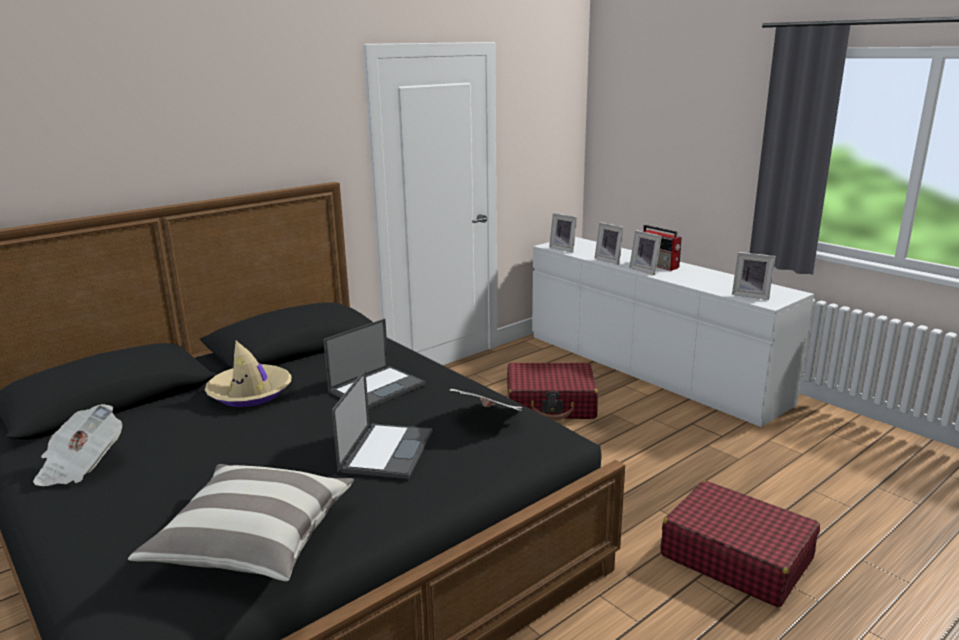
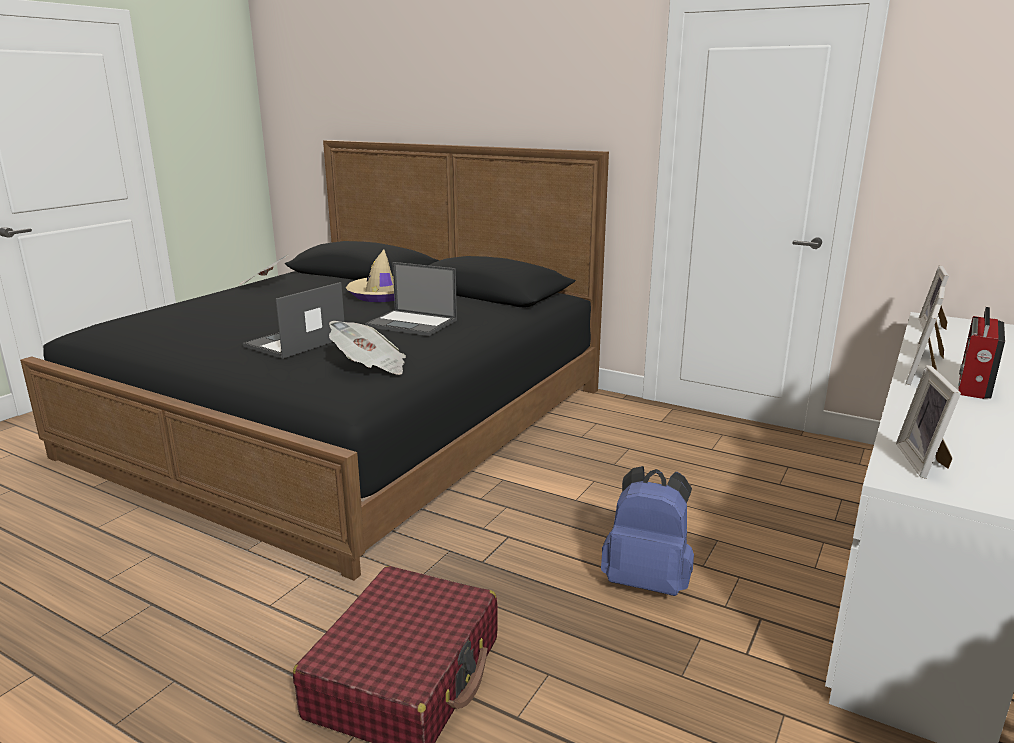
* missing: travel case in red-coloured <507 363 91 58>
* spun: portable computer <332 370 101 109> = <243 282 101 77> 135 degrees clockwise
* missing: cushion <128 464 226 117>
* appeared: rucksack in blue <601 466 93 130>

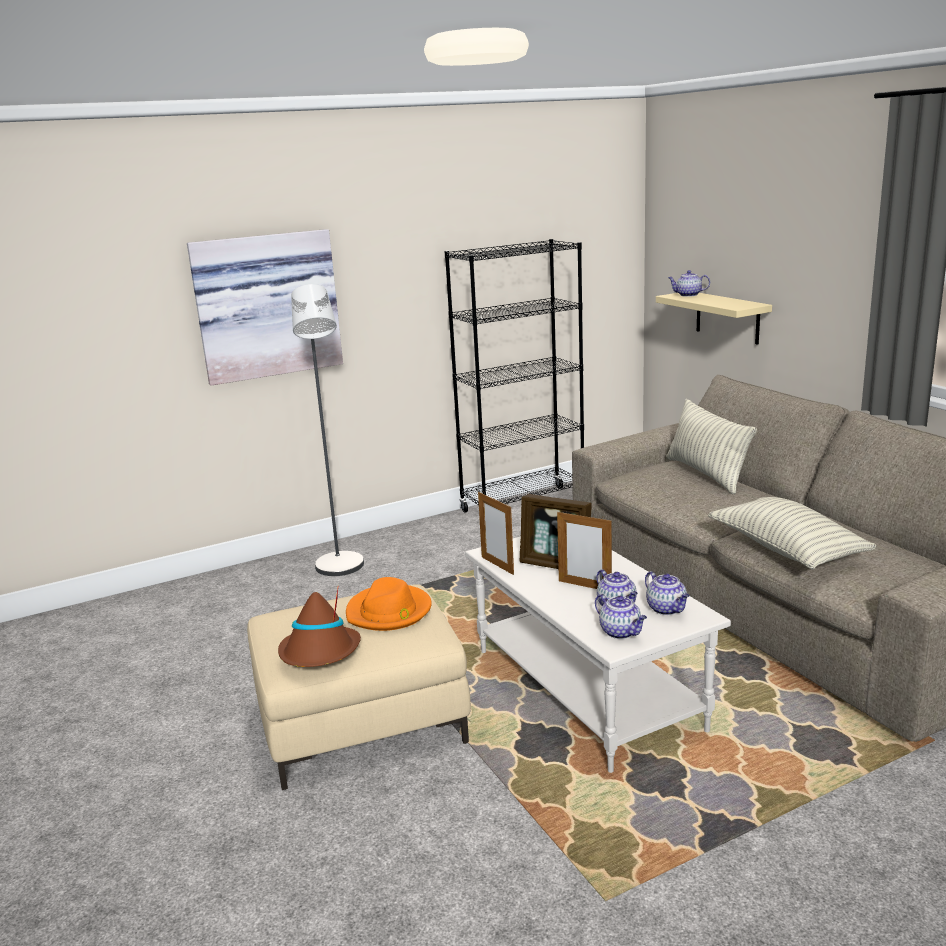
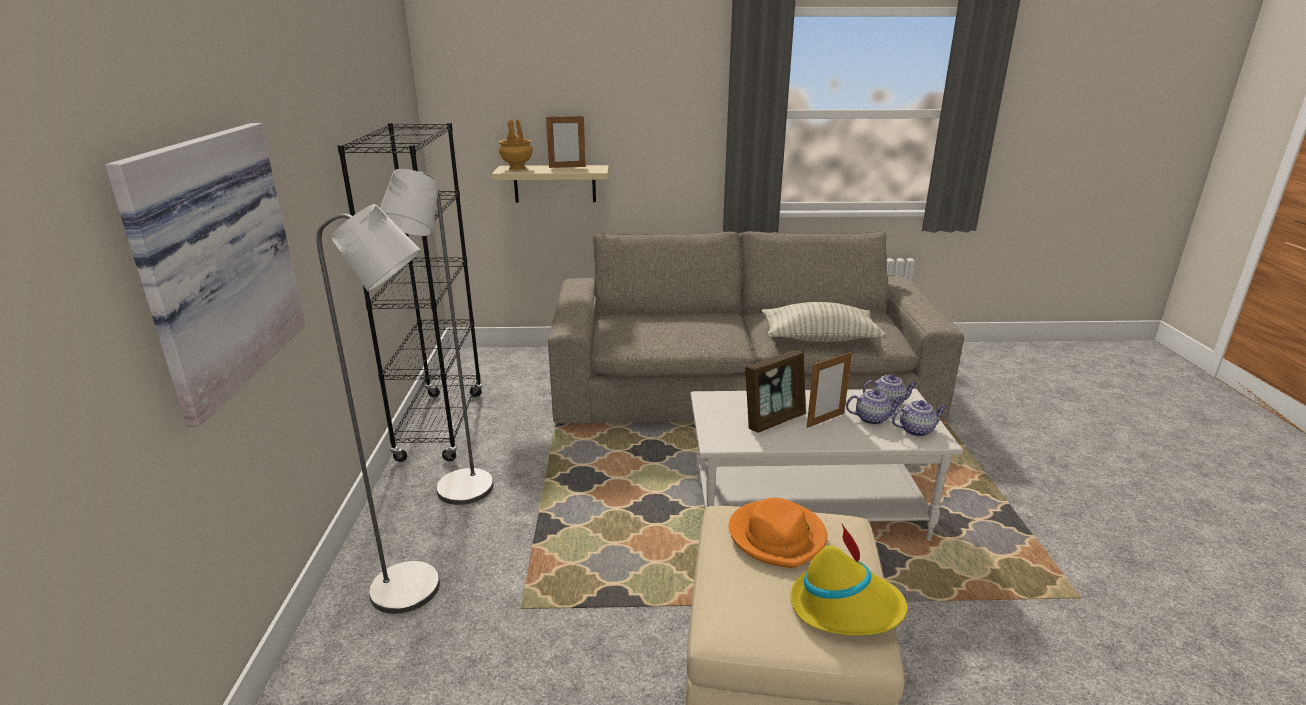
* exchanged: pot for tea <668 270 42 27> to decorative vase in brown <498 119 35 51>
* missing: cushion <667 399 90 95>
* relocated: photo frame <478 492 36 83> to <546 115 40 53>
* colour: hat in brown <278 588 83 79> to hat in yellow-coloured <790 524 118 112>
* appeared: standing lamp in gray <380 169 113 336>

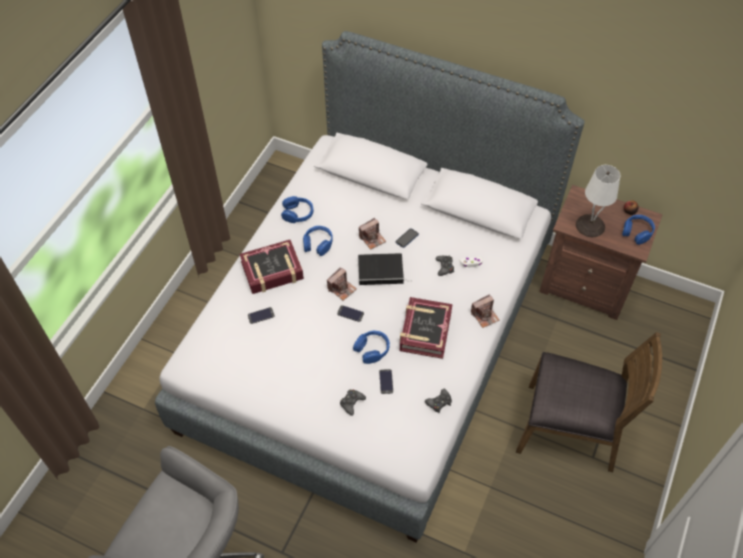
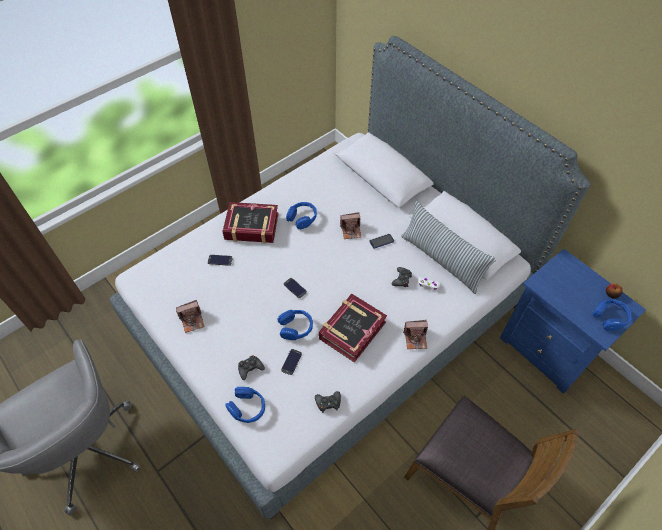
* missing: lamp for a table in whitish <576 165 45 72>
* colour: night table in brown <539 185 124 135> to night table in blue <500 249 146 145>
* relocated: pair of headphones in blue <281 196 33 27> to <225 387 40 36>
* missing: volume <358 253 54 32>
* relocated: photo camera <327 267 30 34> to <176 300 29 33>
* appeared: cushion <401 201 95 93>

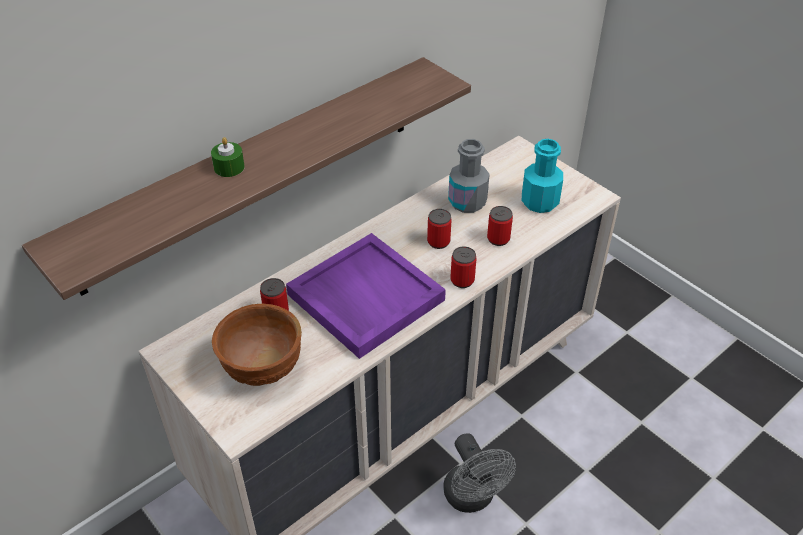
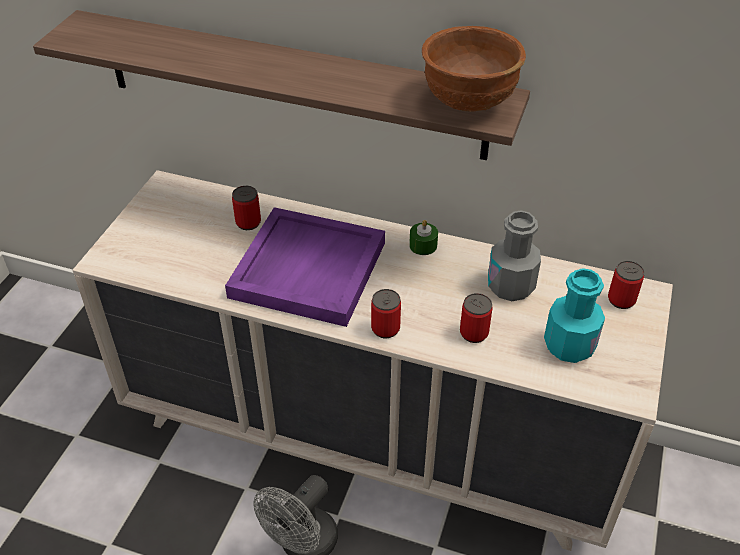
* relocated: wax candle in greenish <211 137 34 40> to <409 220 29 35>
* relocated: metal can <427 209 24 40> to <608 261 36 48>
* relocated: serving bowl in brown <212 303 90 83> to <422 26 104 86>

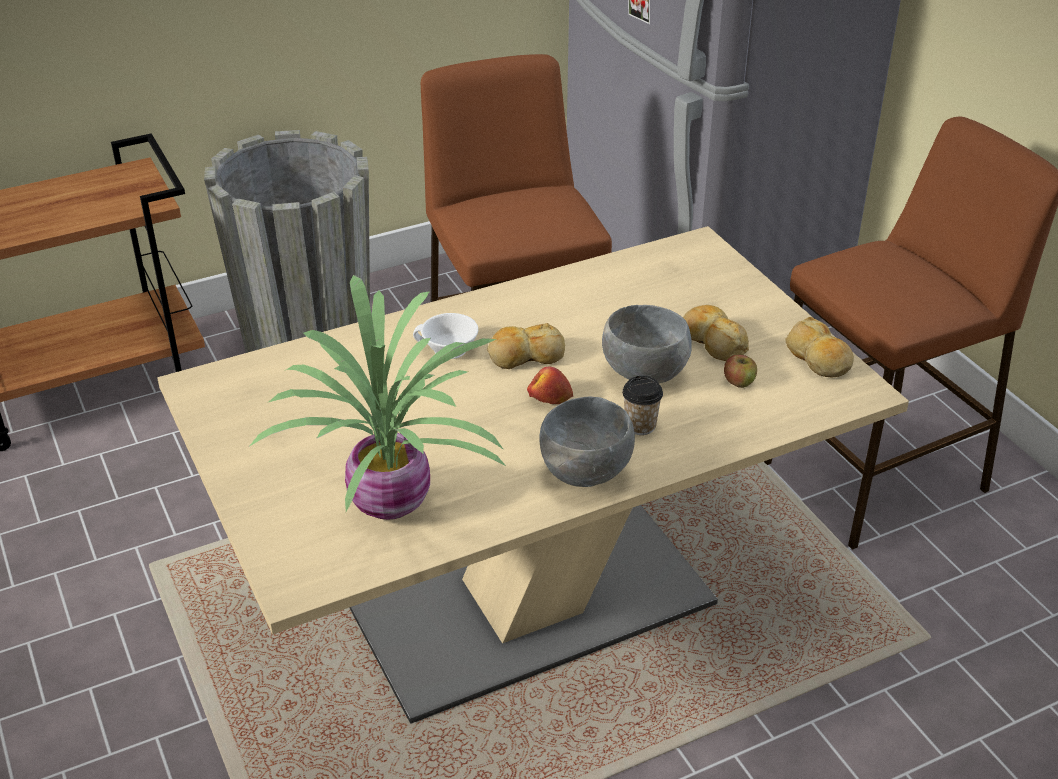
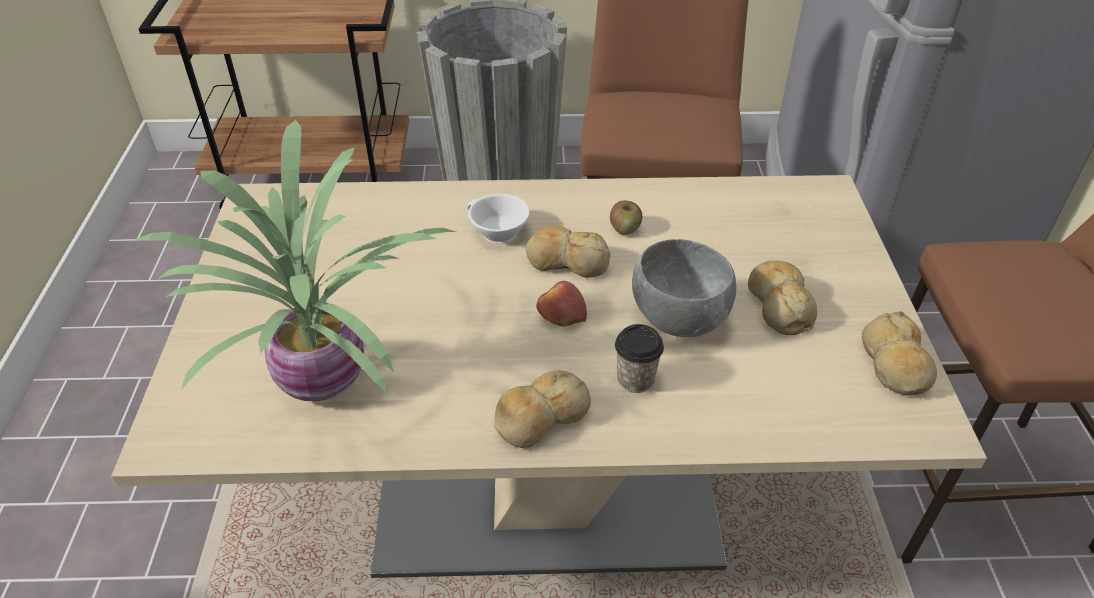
* relocated: apple <724 355 33 33> to <610 200 32 35>
* exchanged: serving bowl in gray <539 397 96 90> to bakery bread <494 370 97 78>

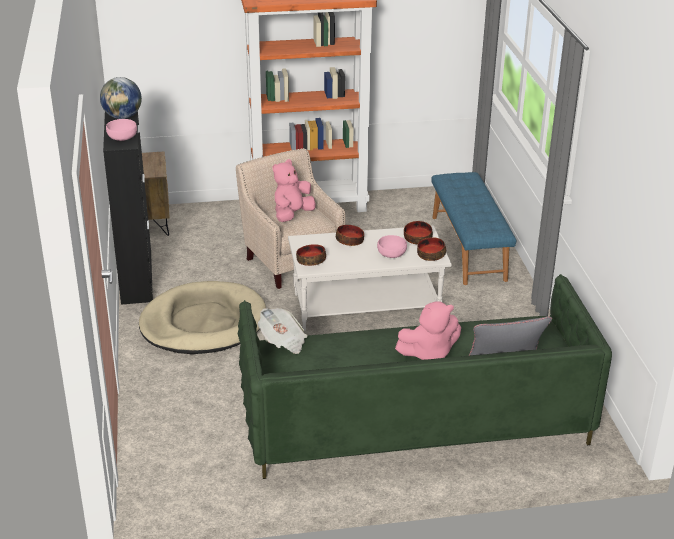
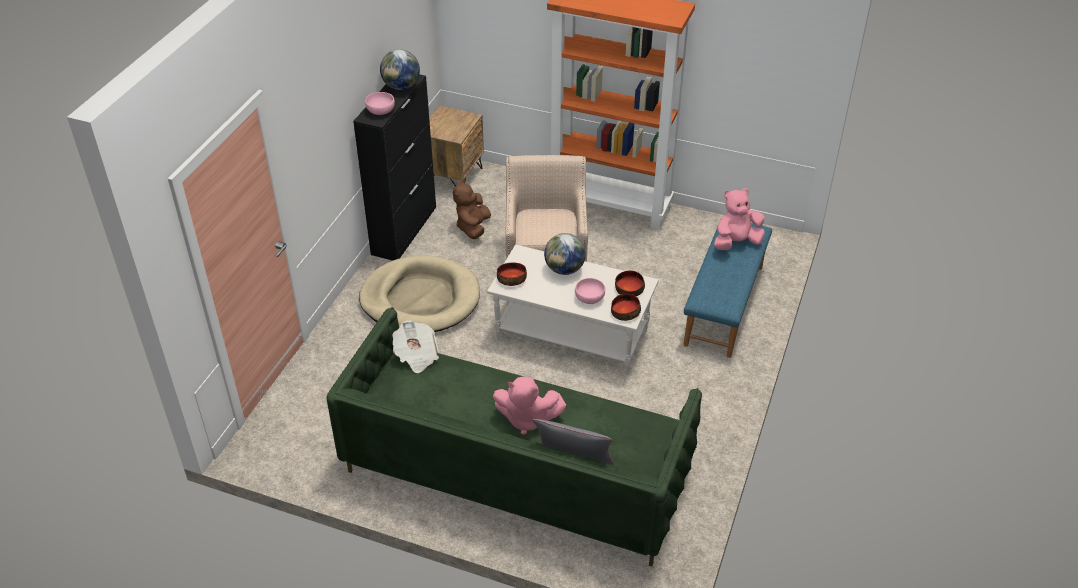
* relocated: plush toy in pinkish <273 159 43 63> to <714 188 51 62>
* exchanged: serving bowl <336 225 28 21> to desk globe <544 233 42 42>
* appeared: plush toy in brown <453 179 38 60>

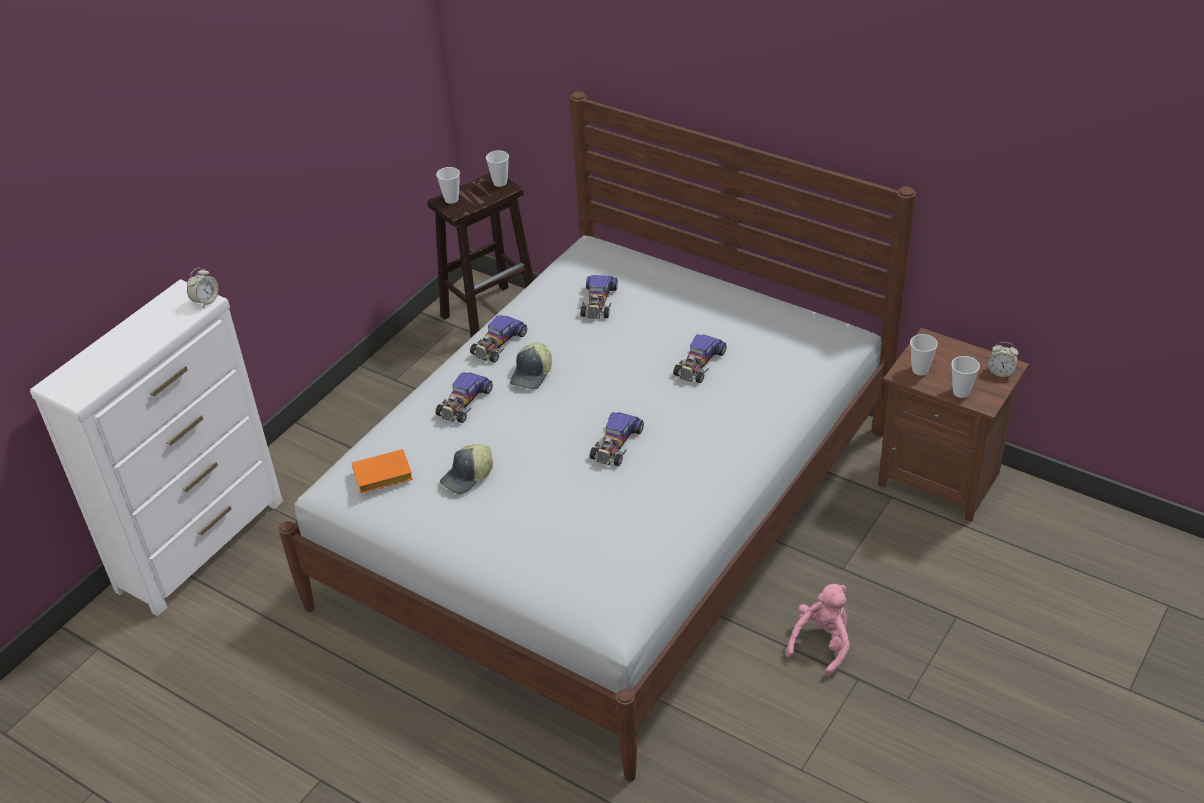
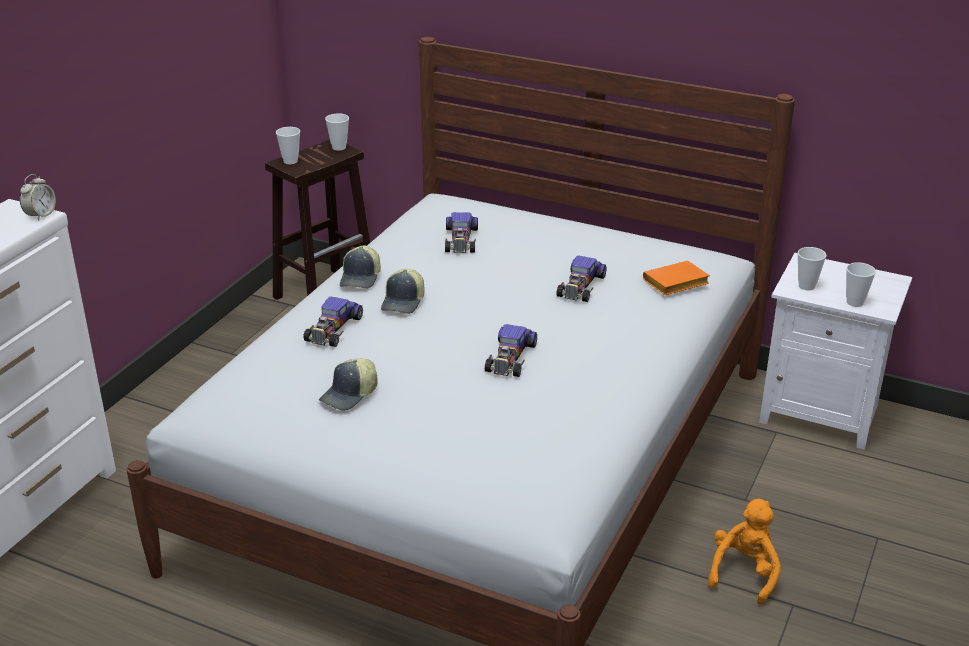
* exchanged: model car <470 315 57 47> to peaked cap <340 245 41 43>
* colour: night table in brown <878 328 151 194> to night table in whitish <759 253 153 197>
* missing: alarm clock <988 342 30 35>
* relocated: volume in orange-coloured <352 449 61 45> to <643 261 67 34>
* colour: plush toy in pinkish <785 584 65 93> to plush toy in orange-coloured <708 499 73 106>

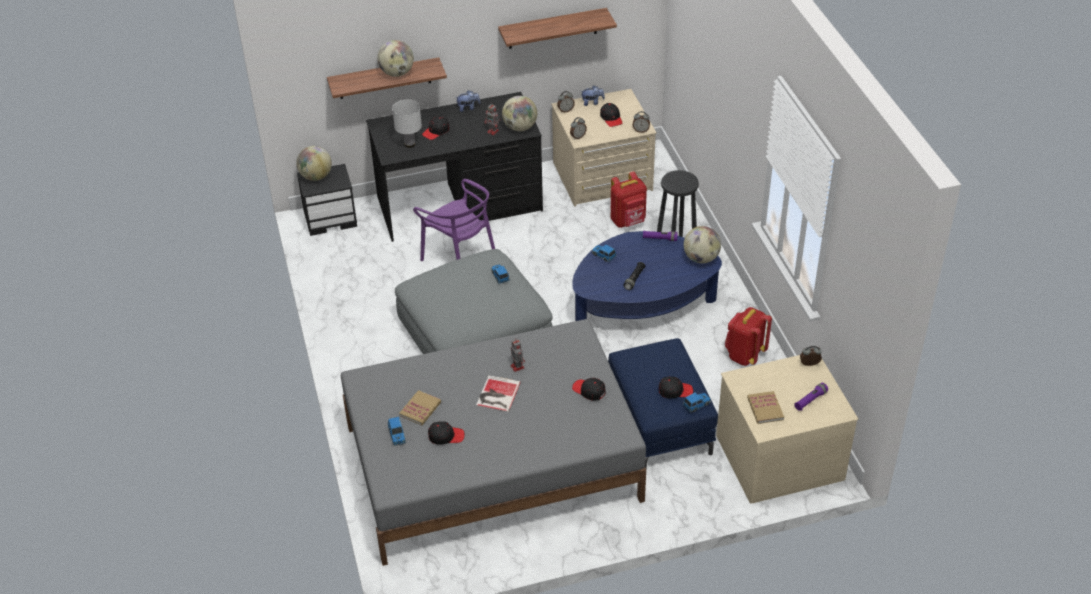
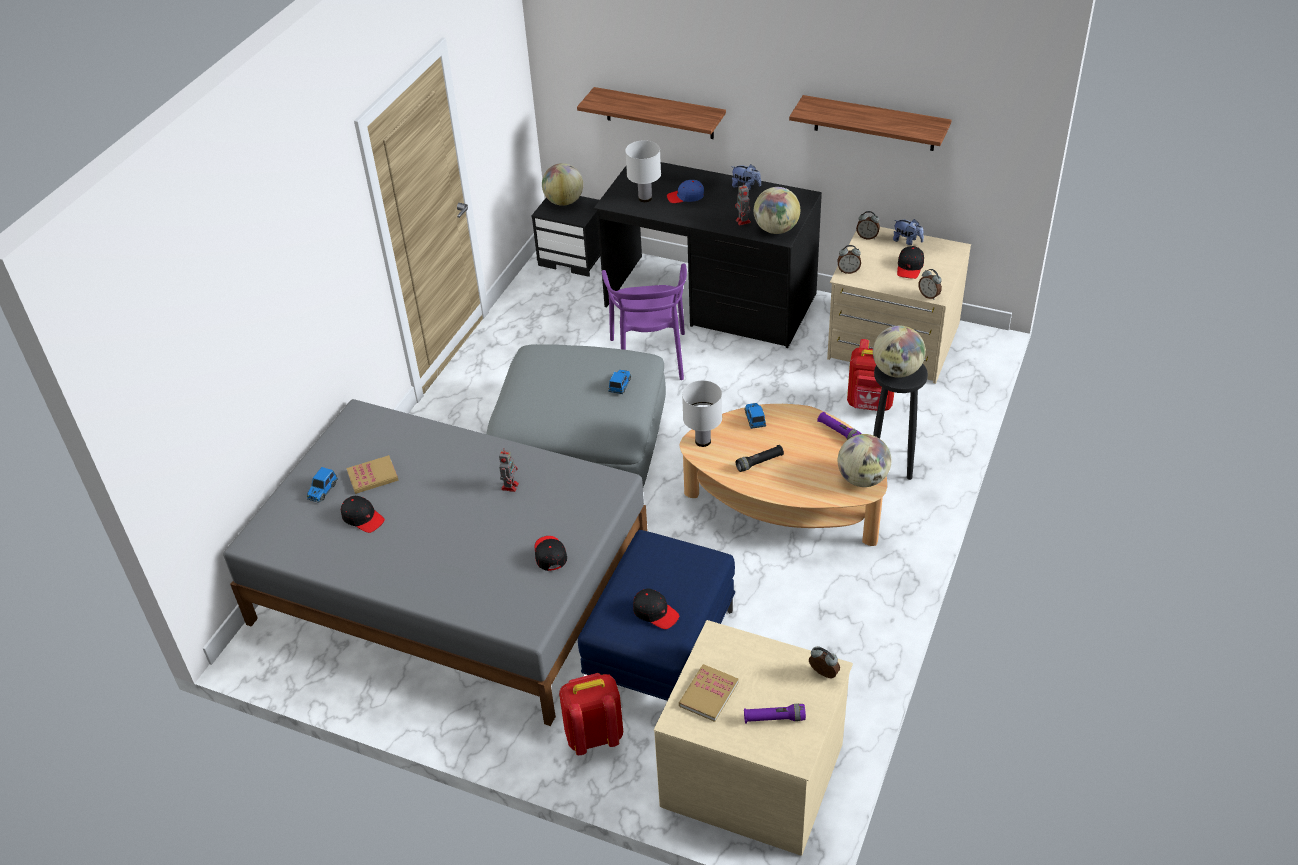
* relocated: desk globe <377 40 37 37> to <873 326 53 52>
* colour: peaked cap in black-coloured <422 116 28 24> to peaked cap in blue <667 180 37 23>
* colour: lounge table in blue <572 231 150 90> to lounge table in beige-coloured <680 404 207 142>
* relocated: rucksack in red-coloured <725 307 47 59> to <559 673 64 82>
* missing: volume <476 375 45 37>
* missing: model car <683 392 28 21>
* appeared: lamp for a table in whitish <682 380 40 67>

